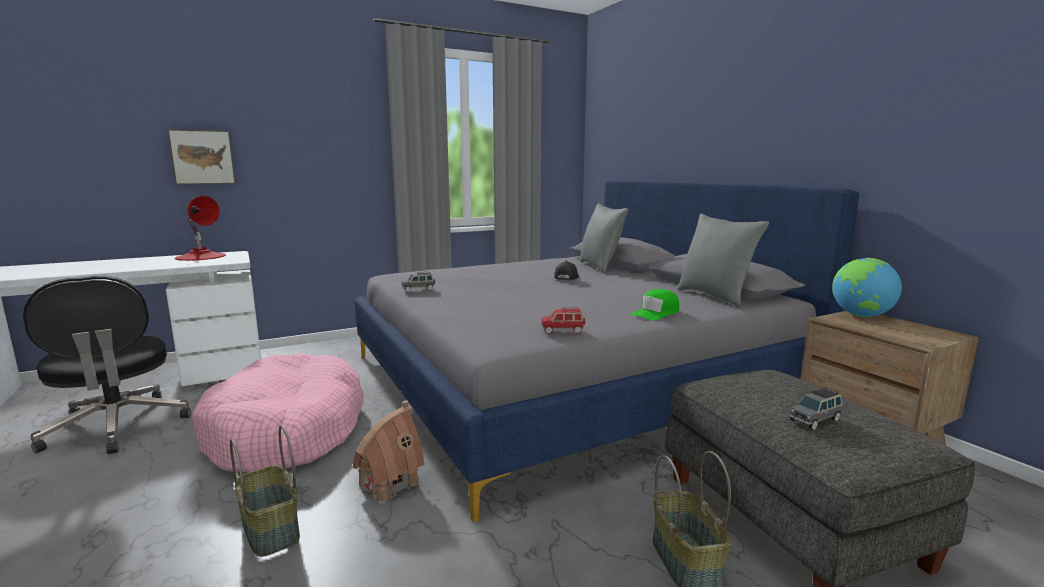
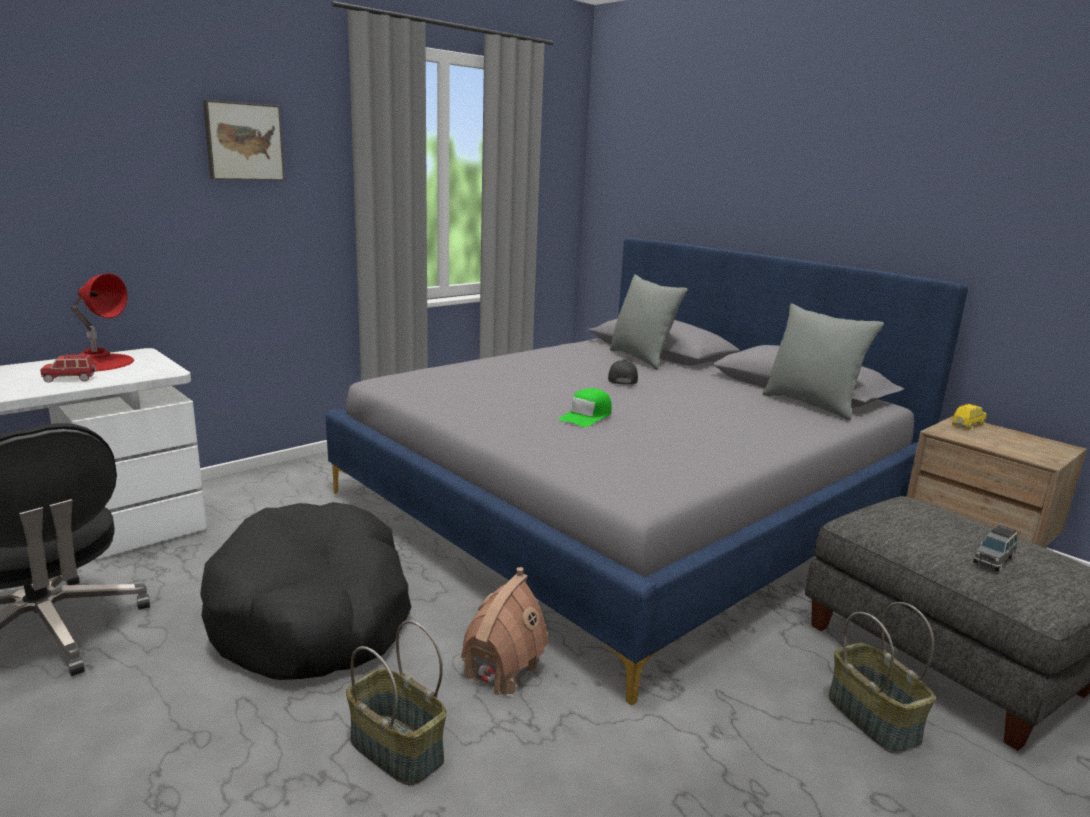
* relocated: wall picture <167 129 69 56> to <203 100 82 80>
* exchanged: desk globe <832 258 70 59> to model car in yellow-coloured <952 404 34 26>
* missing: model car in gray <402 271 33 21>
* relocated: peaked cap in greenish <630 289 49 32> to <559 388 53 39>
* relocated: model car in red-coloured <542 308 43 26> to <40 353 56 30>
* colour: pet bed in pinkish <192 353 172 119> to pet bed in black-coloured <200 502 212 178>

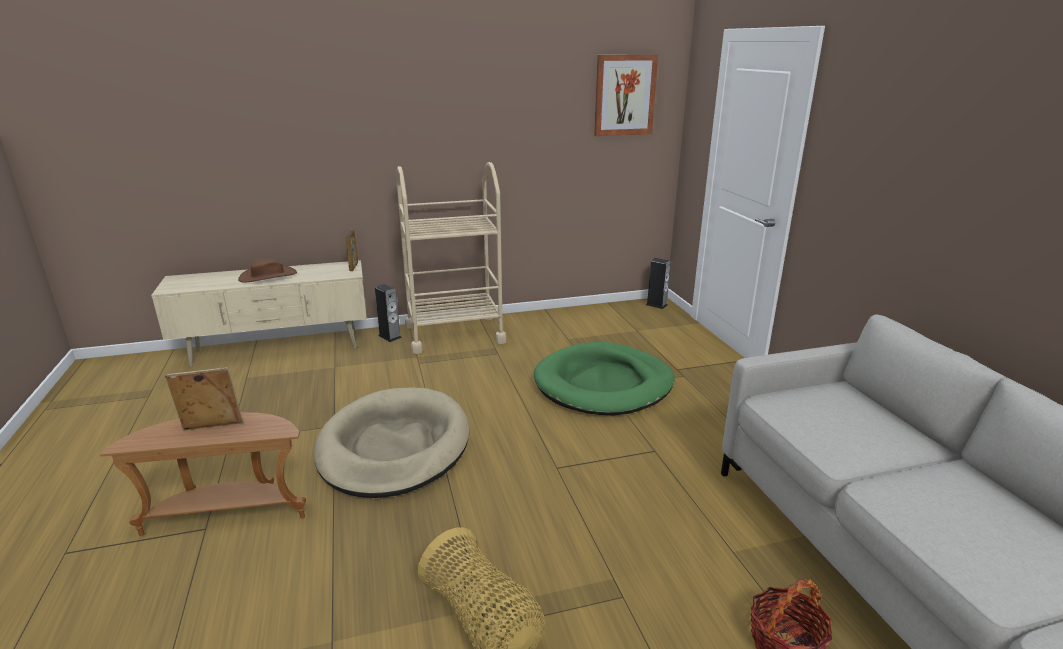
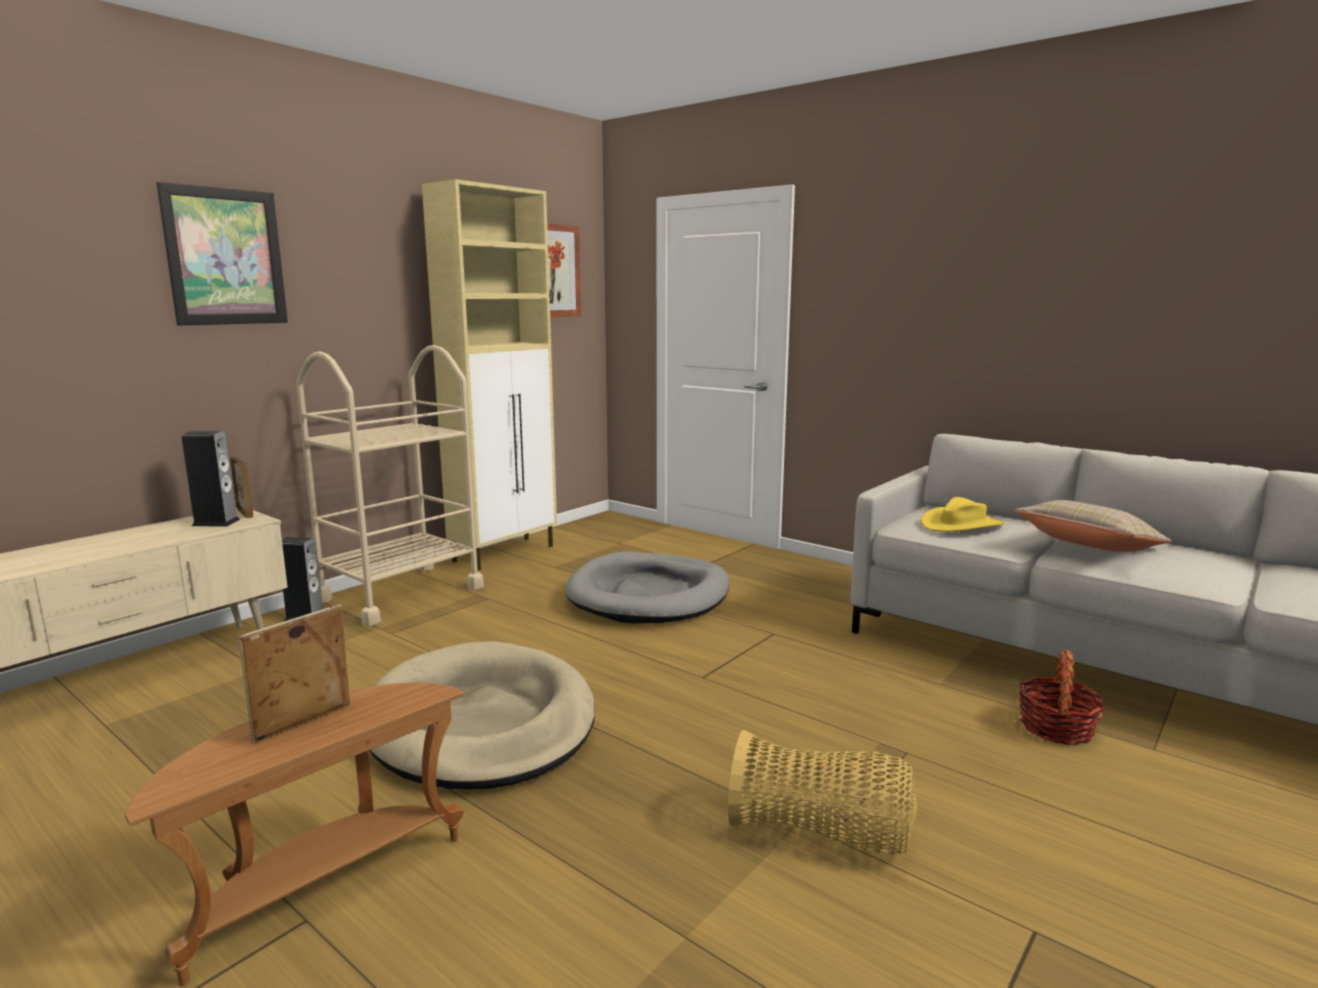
* missing: hat in brown <238 258 59 25>
* relocated: audio speaker <646 258 25 51> to <181 431 59 95>
* colour: pet bed in greenish <534 342 141 73> to pet bed in gray <565 552 164 72>
* appeared: cabinet in beige-coloured <422 179 135 392>
* appeared: wall picture <156 182 132 144>
* appeared: hat in yellow-coloured <921 497 84 35>
* appeared: cushion in beige-coloured <1015 500 157 52>

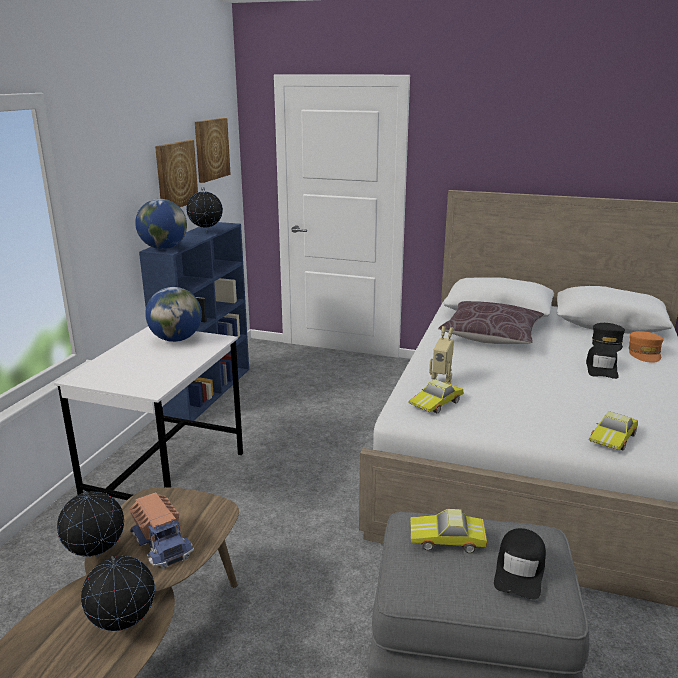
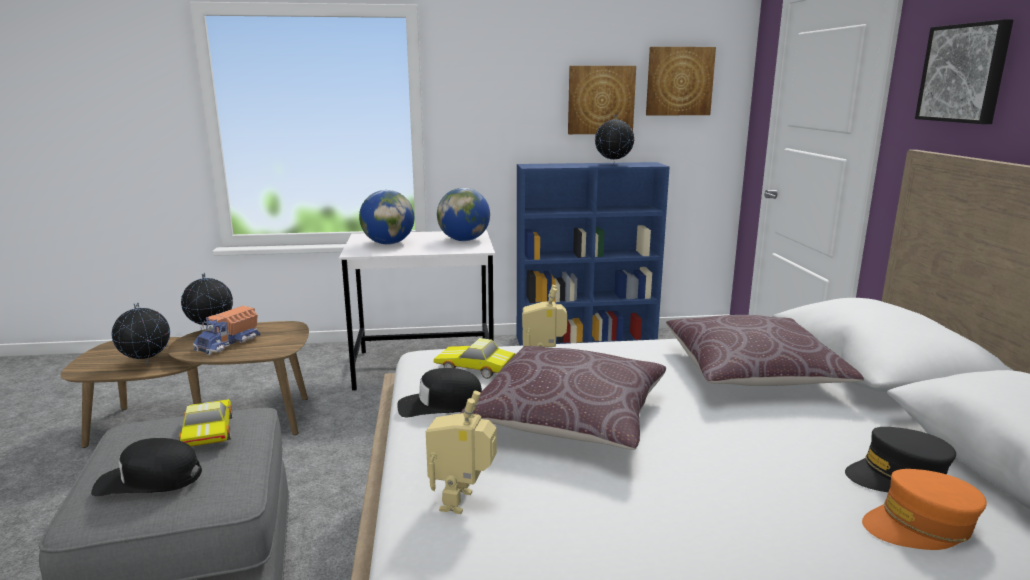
* relocated: desk globe <135 199 52 50> to <359 190 55 54>
* relocated: peaked cap in black-coloured <586 345 33 34> to <397 368 85 49>
* exchanged: model car <588 411 50 39> to toy robot <426 391 71 123>
* appeared: wall picture <915 19 98 105>
* appeared: cushion in brown <460 346 206 104>

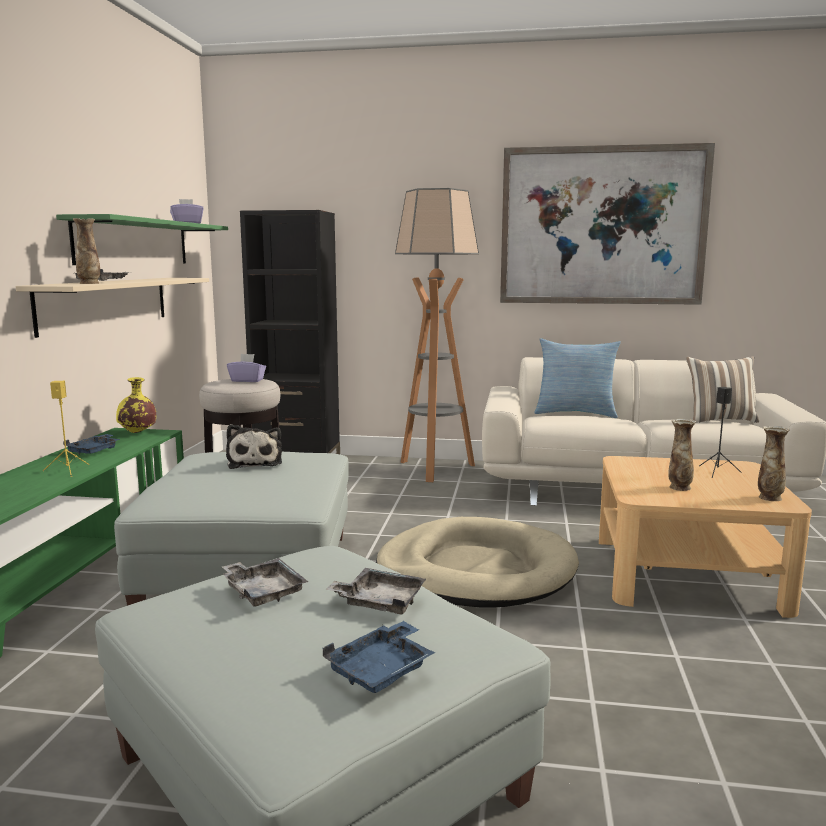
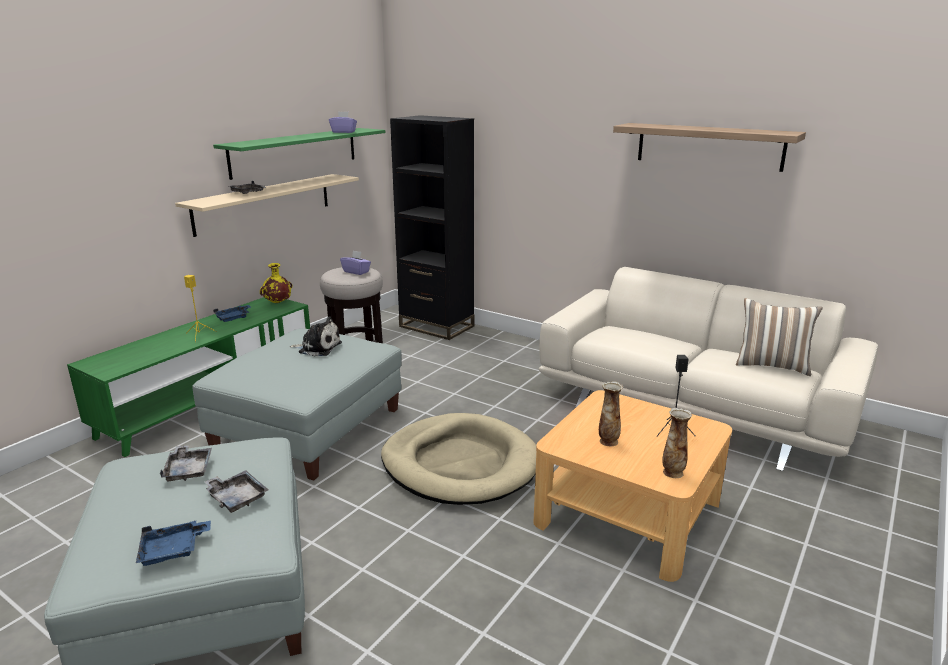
* exchanged: wall picture <500 143 215 162> to shelf <613 123 193 49>
* missing: standing lamp <395 188 84 294>
* missing: decorative vase <73 218 27 66>
* missing: cushion <534 338 87 80>
* spun: plush toy <226 424 56 45> = <290 316 52 41> 90 degrees counterclockwise

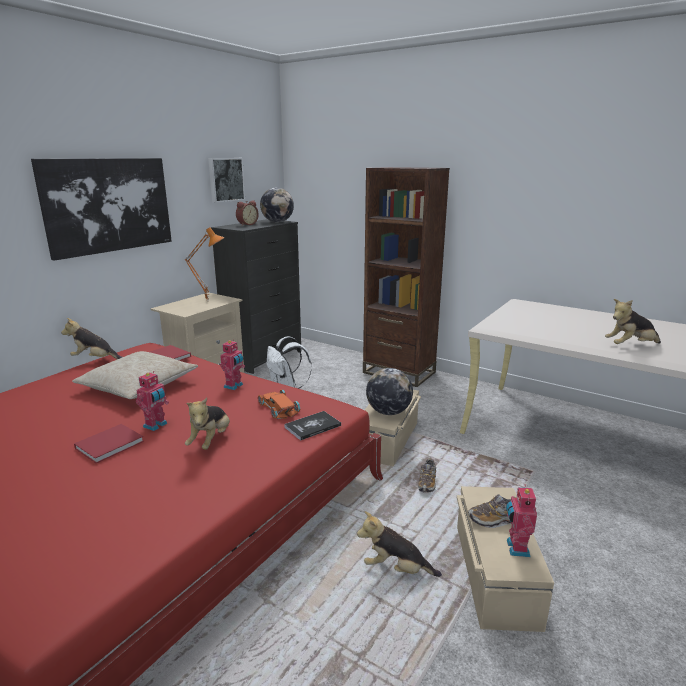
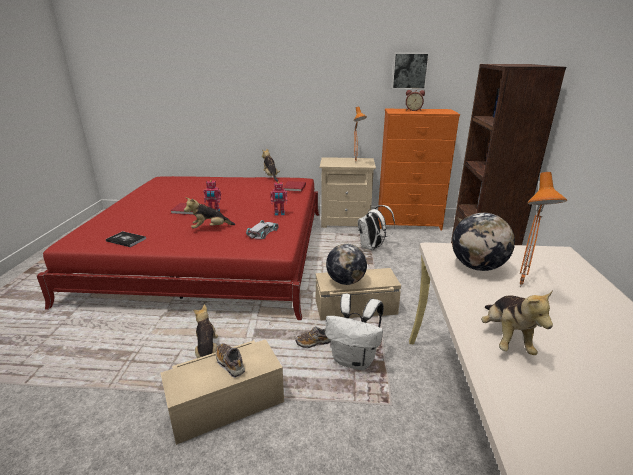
* missing: wall picture <31 158 141 103>
* relocated: desk globe <260 188 34 34> to <452 213 63 58>
* colour: drawer chest in black-coloured <211 219 90 155> to drawer chest in orange-coloured <378 109 82 122>
* spun: plush toy <605 299 56 45> = <481 290 72 65> 135 degrees counterclockwise
* missing: cushion in beige-coloured <72 351 126 48>
* colour: model car in orange-coloured <258 389 42 30> to model car in whitish <246 220 33 19>
* relocated: volume <284 411 57 30> to <106 231 40 16>
* missing: toy robot <506 485 31 72>
* appeared: lamp for a table in orange-coloured <520 172 47 116>
* appeared: rucksack in whitish <325 294 59 76>

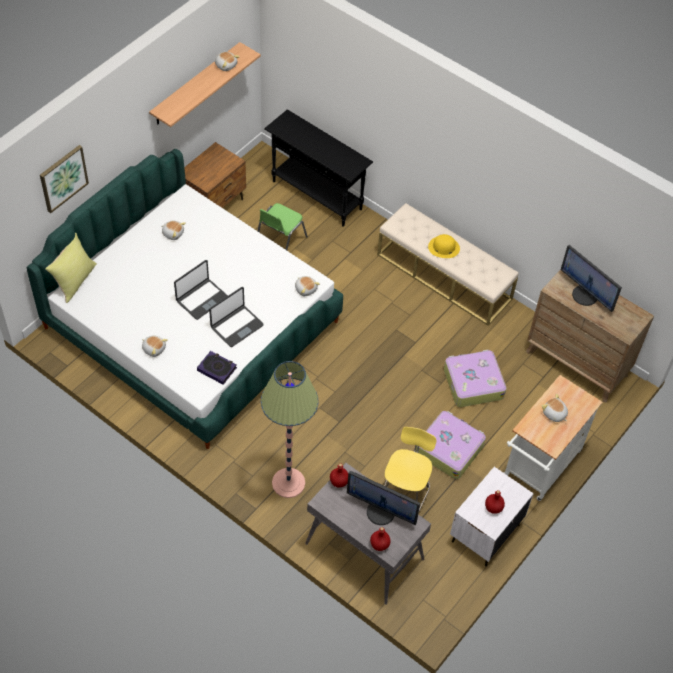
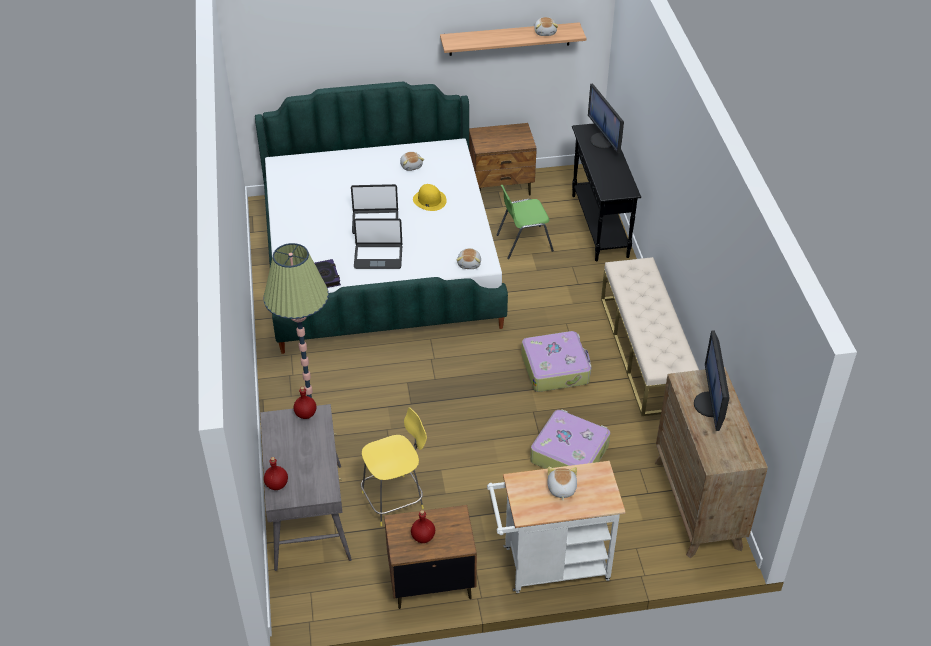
* missing: wall picture <40 145 49 68>
* missing: cushion in yellow-coloured <45 232 52 71>
* relocated: hat in yellow-coloured <428 234 32 24> to <413 184 34 27>
* missing: plush toy <142 335 26 22>
* relocated: travel case <415 411 71 68> to <521 331 70 61>
* colour: night table in whitish <450 467 84 99> to night table in brown <384 505 93 104>
* relocated: computer screen <347 471 73 54> to <588 83 36 70>

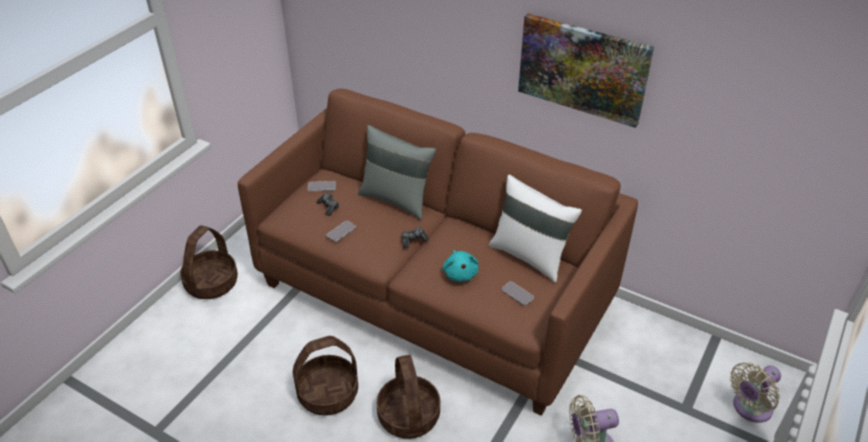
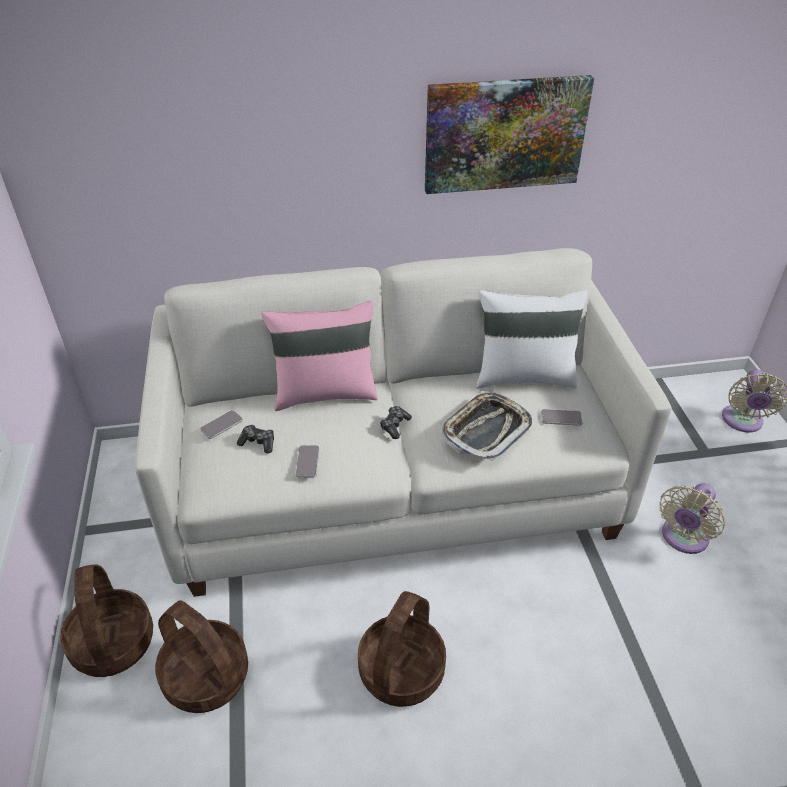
* colour: couch in brown <238 89 400 327> to couch in whitish <135 248 537 349>
* colour: cushion in gray <358 125 78 95> to cushion in pinkish <261 300 117 111>
* exchanged: plush toy in turquoise <443 250 35 32> to serving tray <442 391 90 70>
* relocated: storage basket <376 355 64 84> to <155 600 93 113>

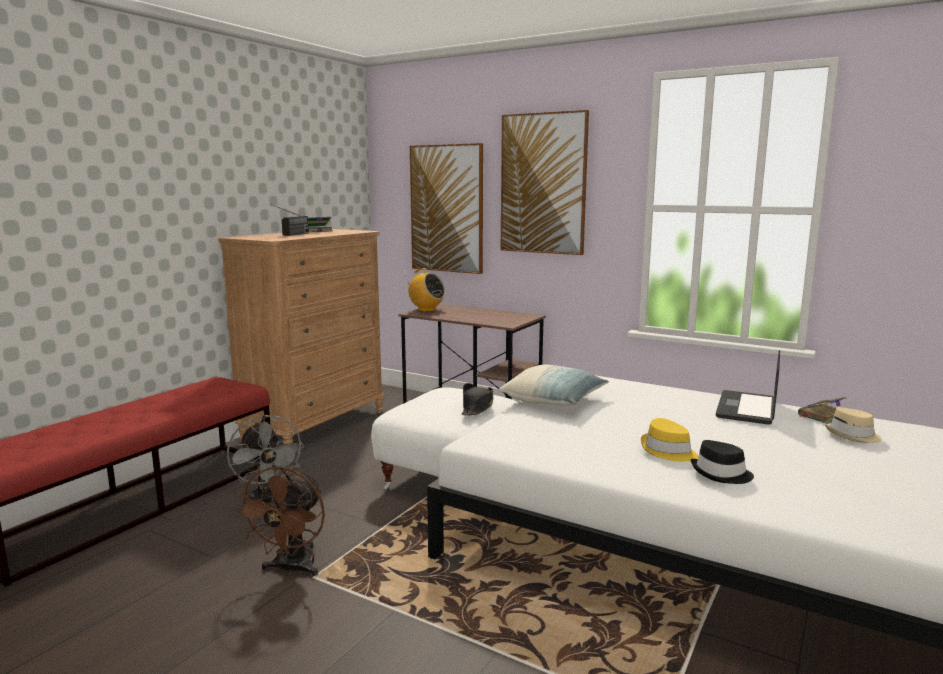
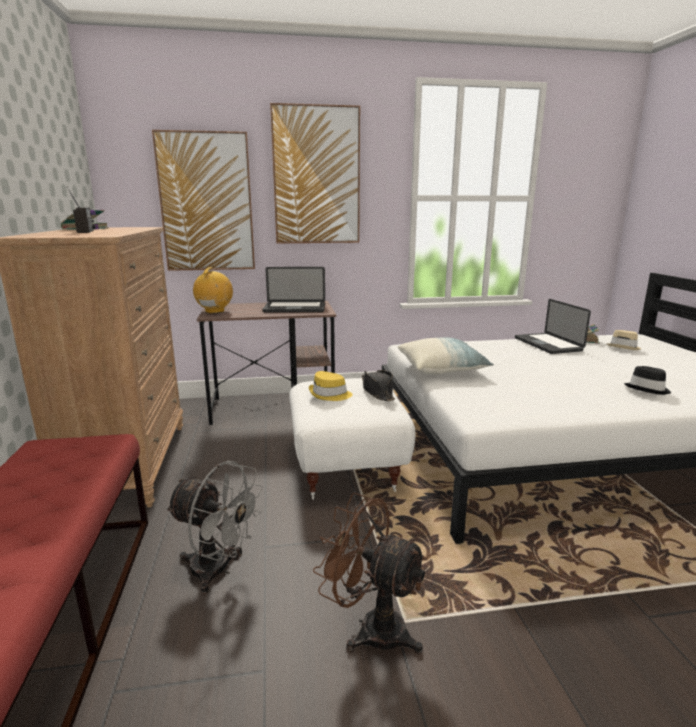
* spun: radio set <405 268 40 44> = <193 267 40 46> 75 degrees counterclockwise
* relocated: hat in yellow-coloured <641 418 57 44> to <309 371 43 30>
* spun: electric fan in brown <234 466 91 111> = <313 493 115 161> 150 degrees clockwise
* appeared: portable computer <263 267 62 45>

